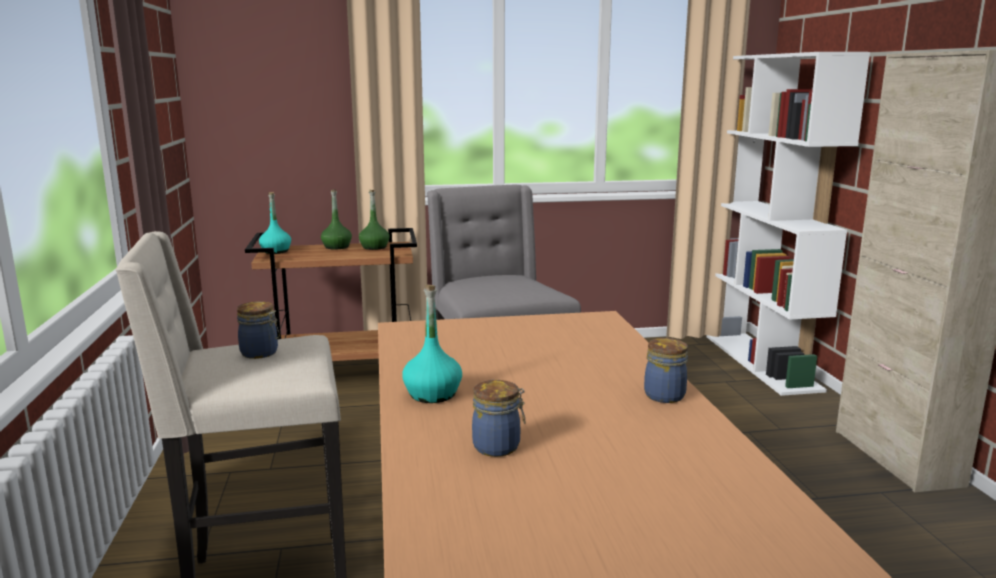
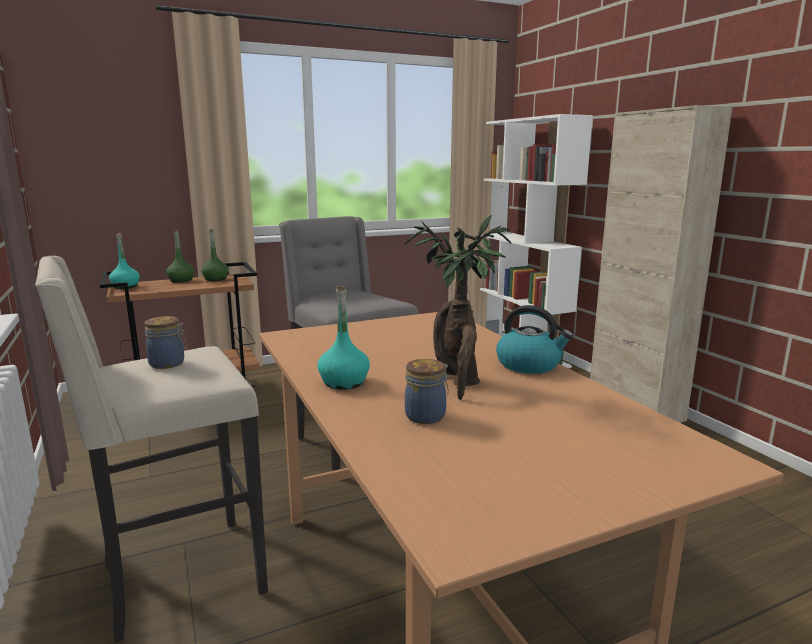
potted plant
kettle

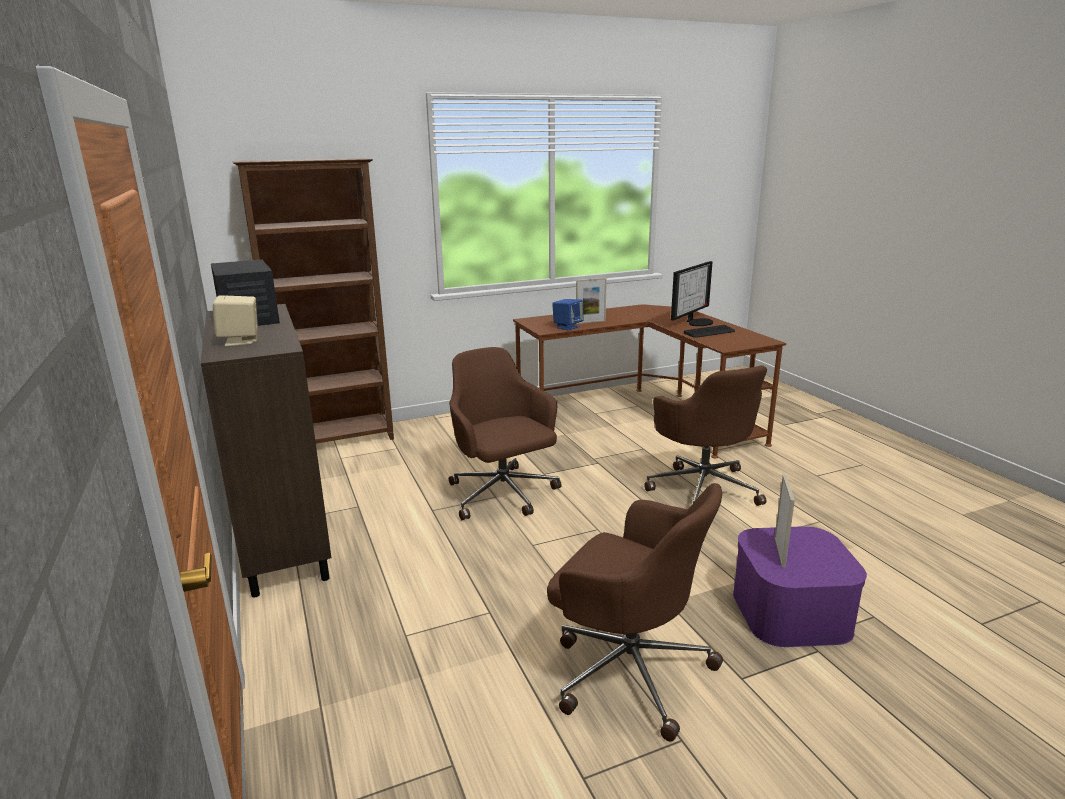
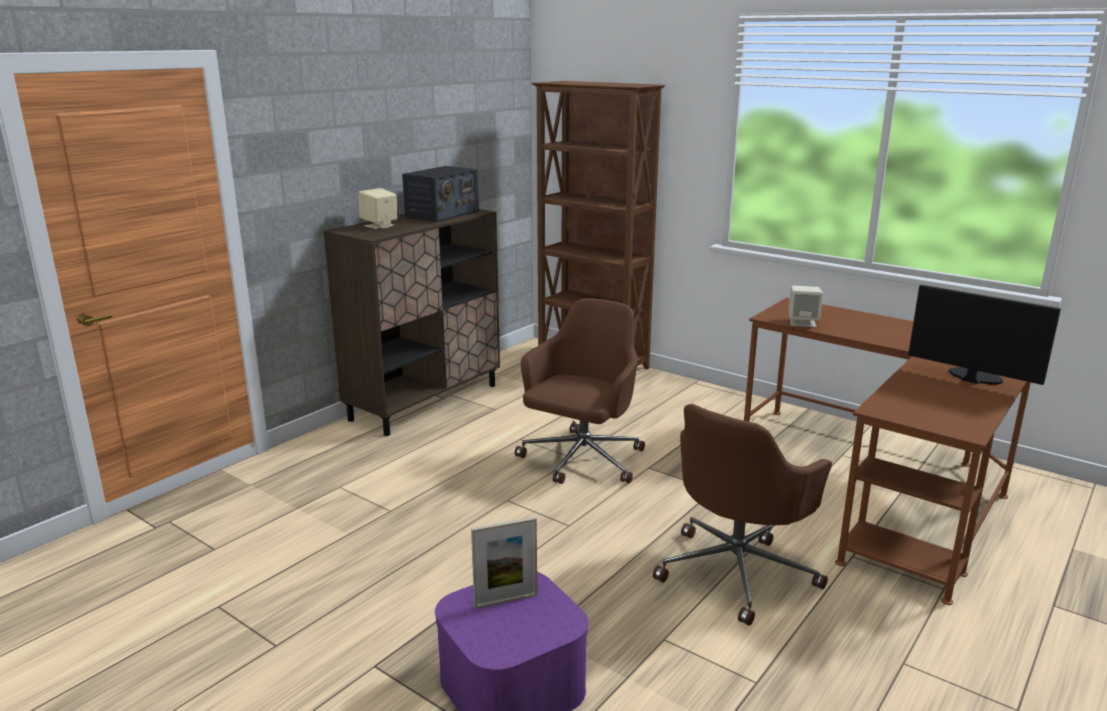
brown office chair (2nd from left in the first image)
picture frame (1st from left in the first image)
keyboard
beige speaker (2nd from left)
monitor

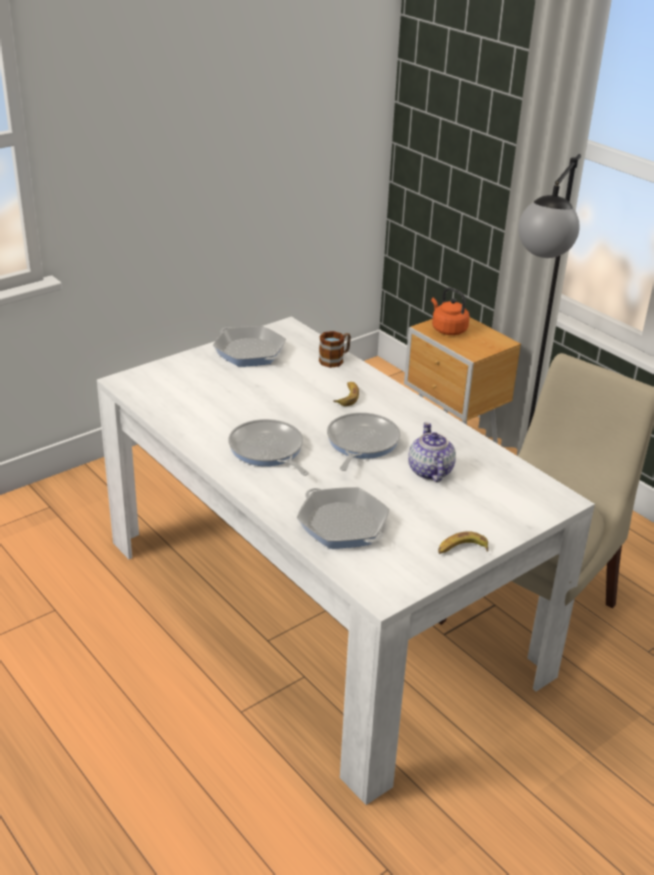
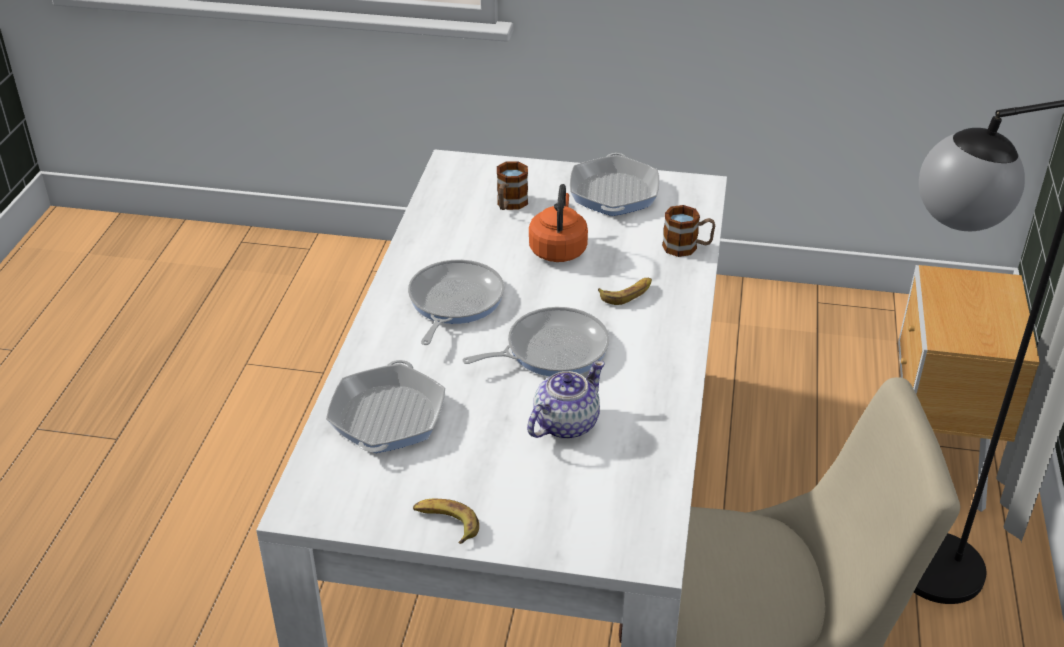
mug (1st from left)
orange kettle

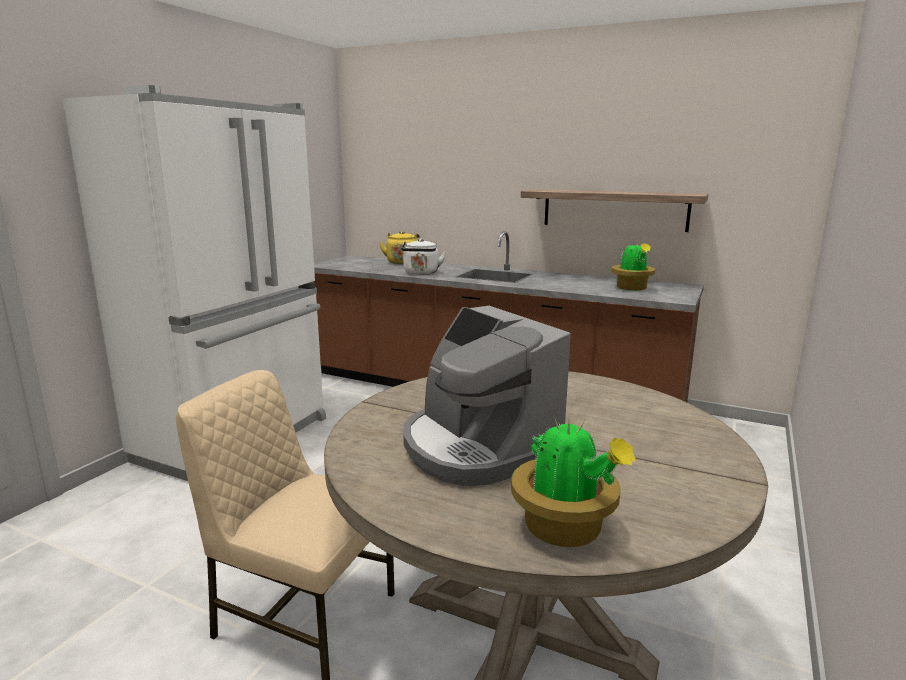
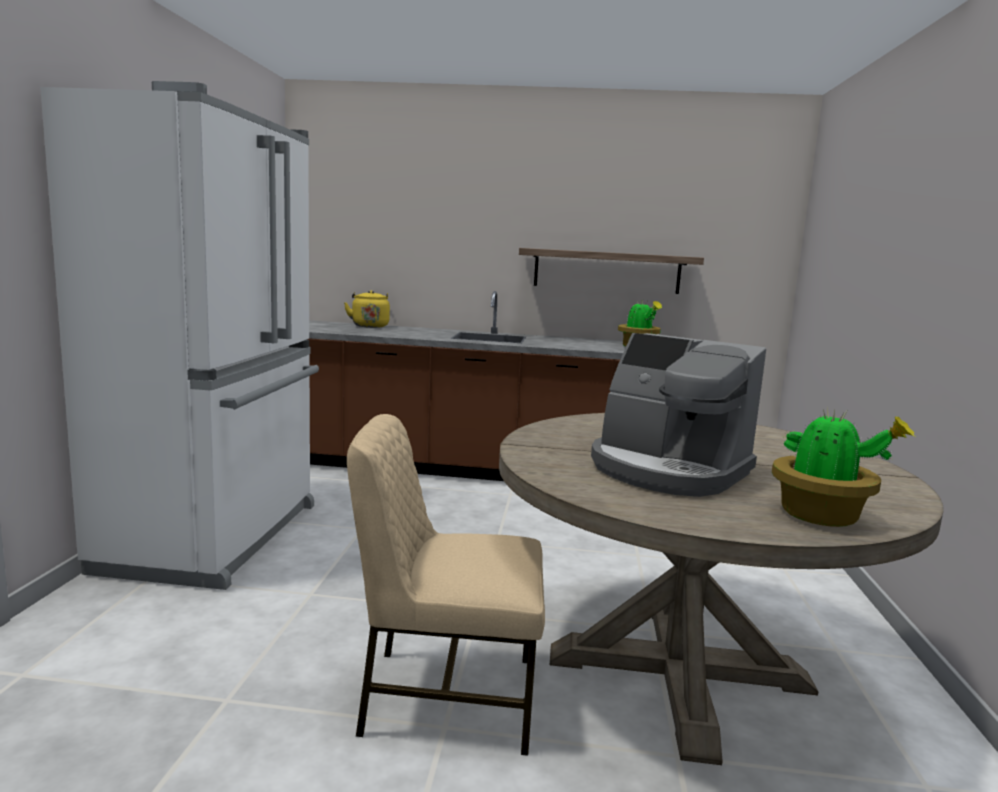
white kettle

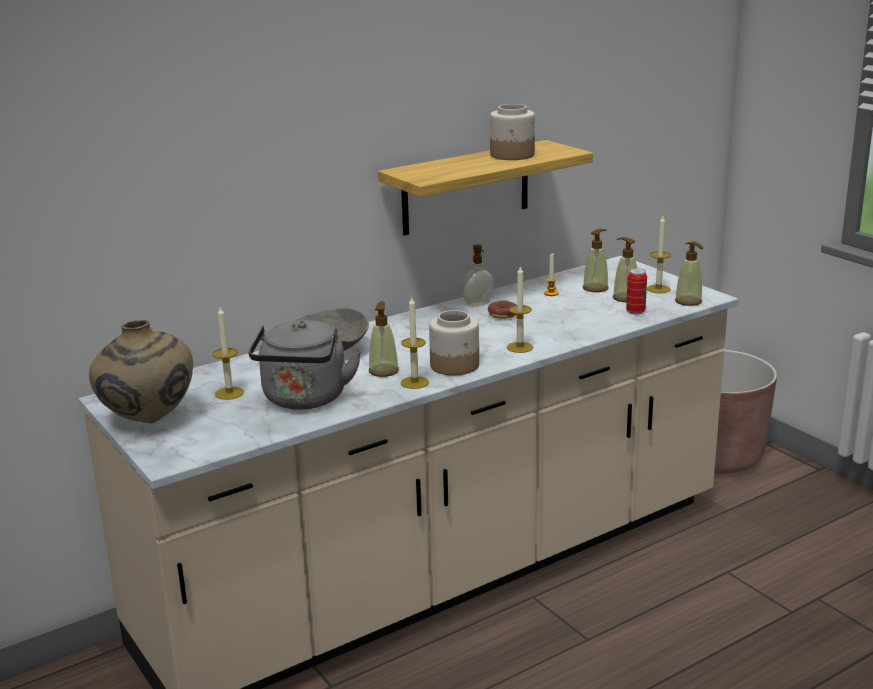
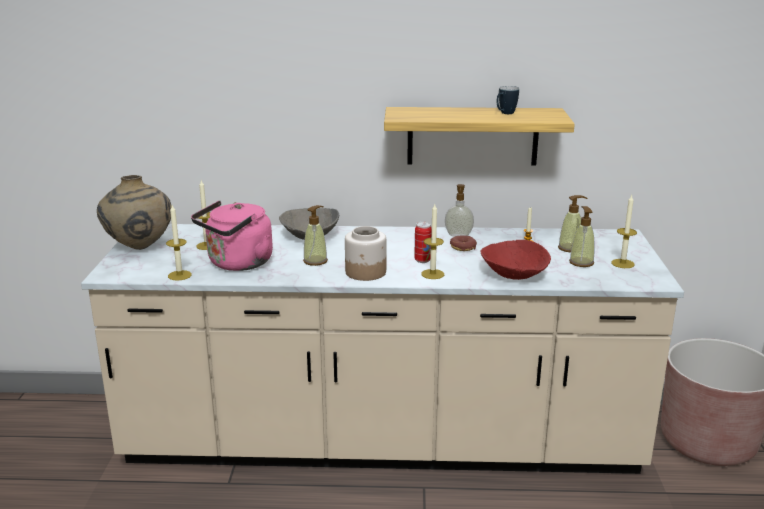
soap dispenser (5th from left in the first image)
red bowl
candle (1st from left)
can
mug
pink kettle

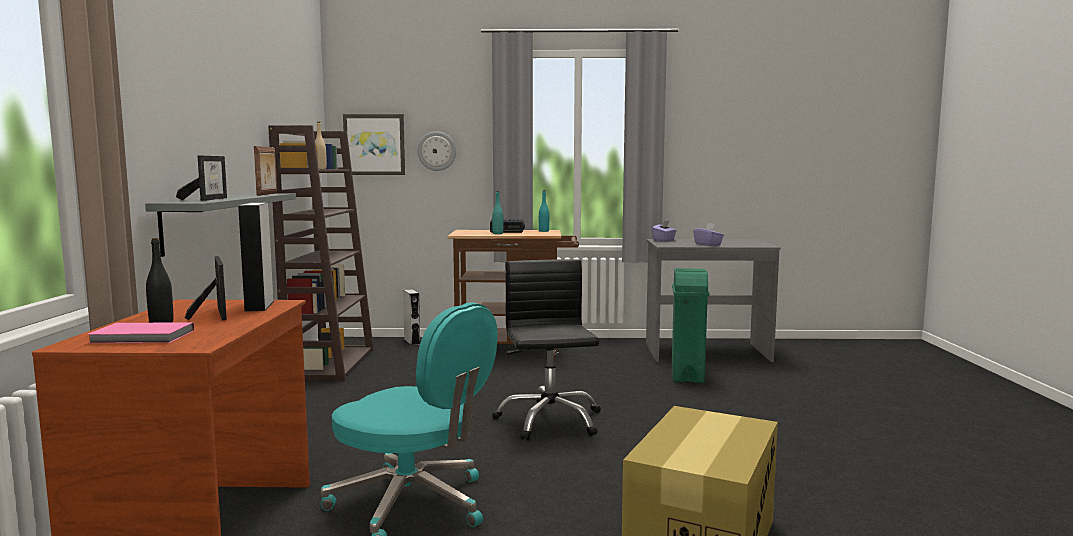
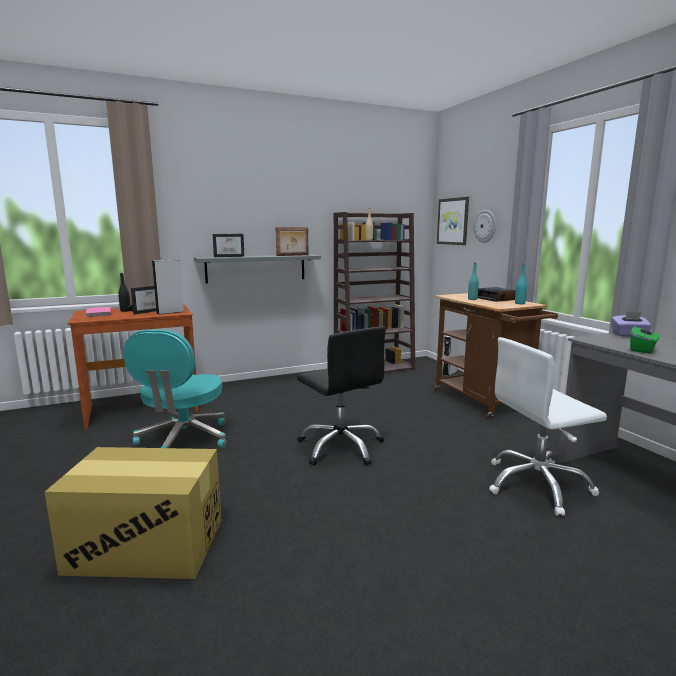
white office chair
green tissue box
black office chair

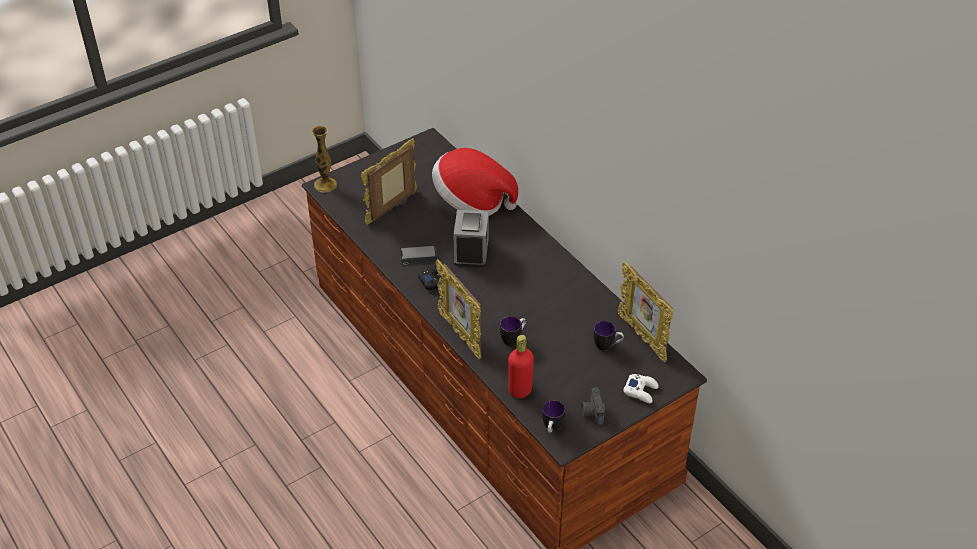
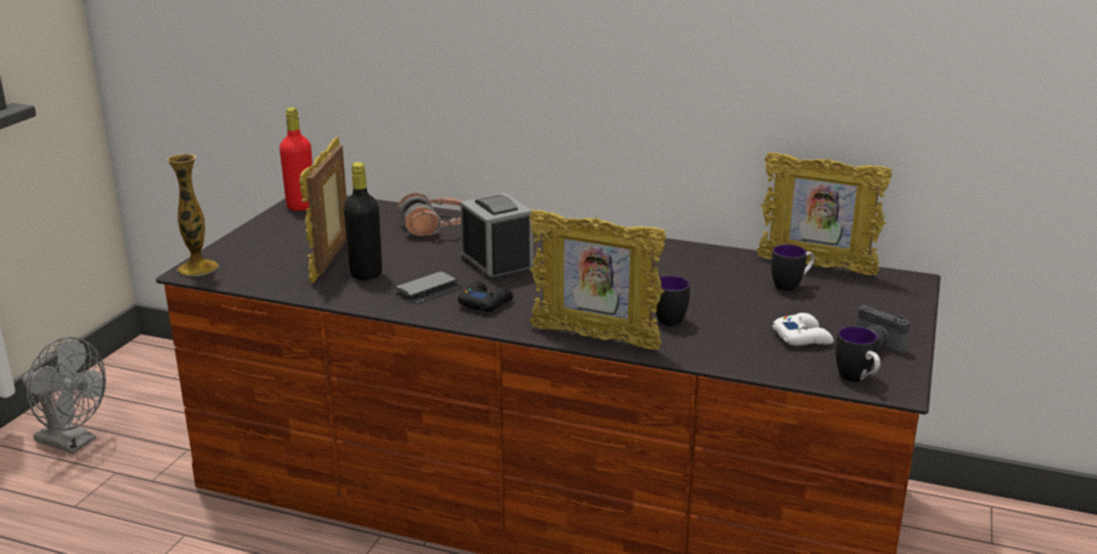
grey fan
black bottle
red bottle
white game controller
headphones

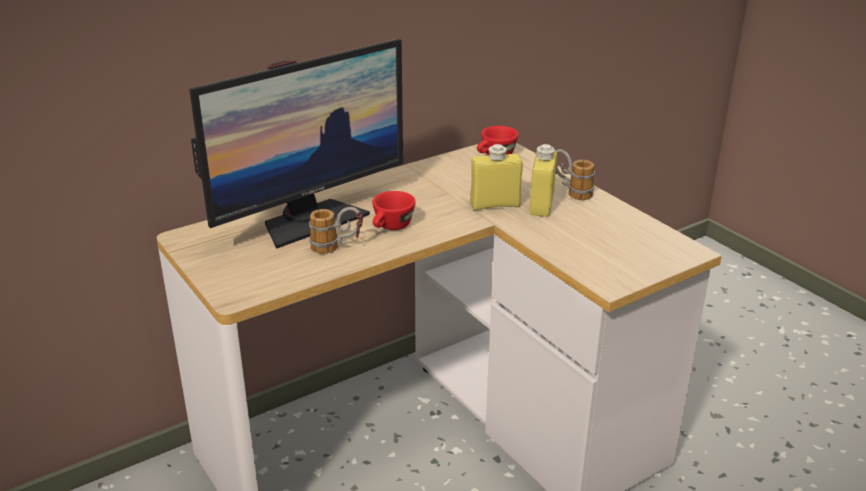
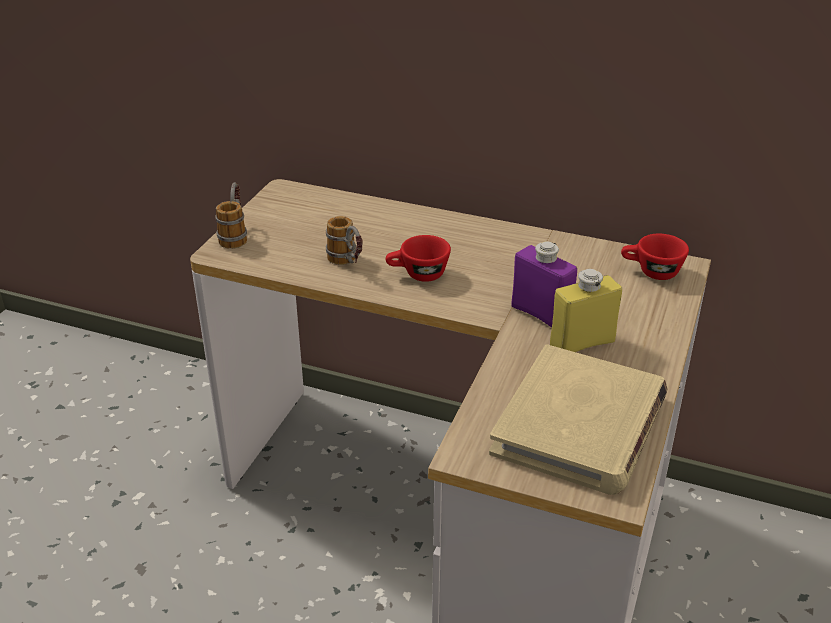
monitor
beige book
mug (1st from left)
purple bottle

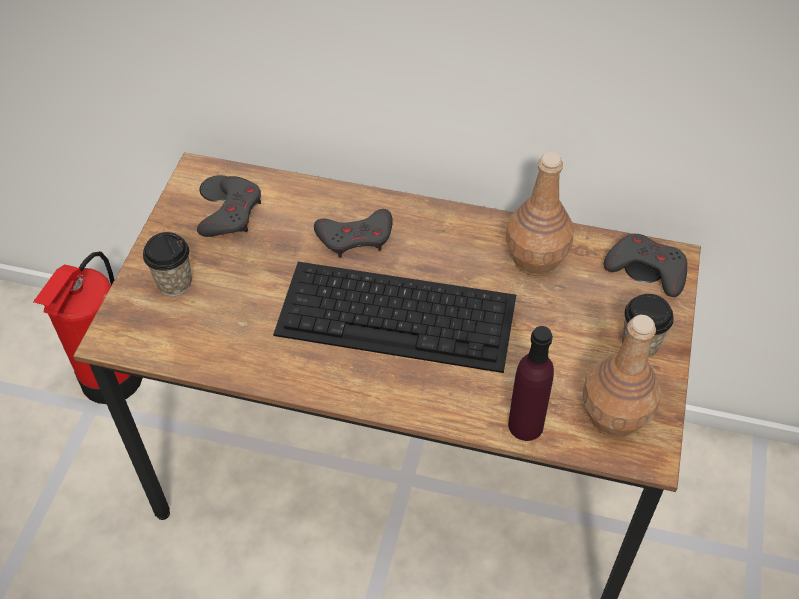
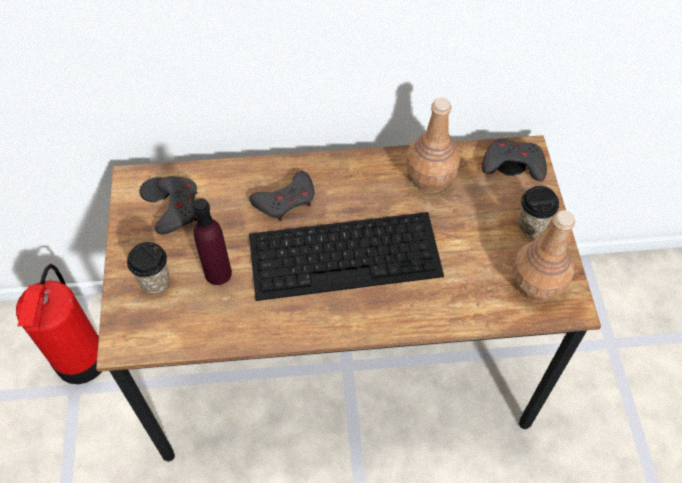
purple bottle

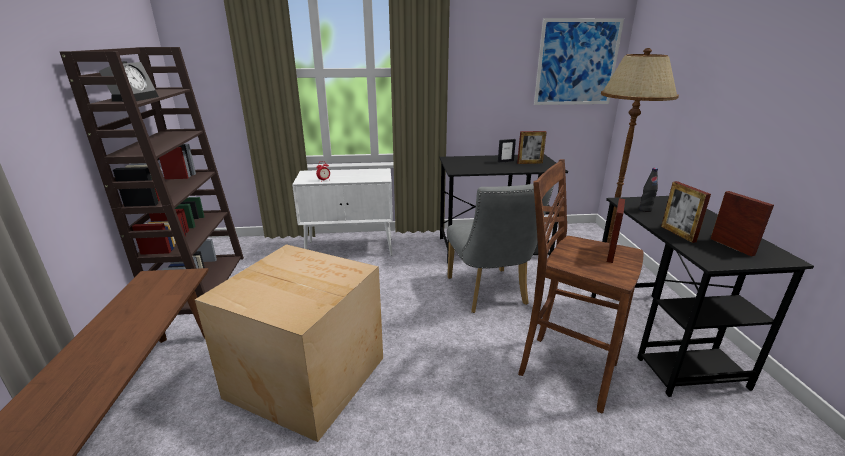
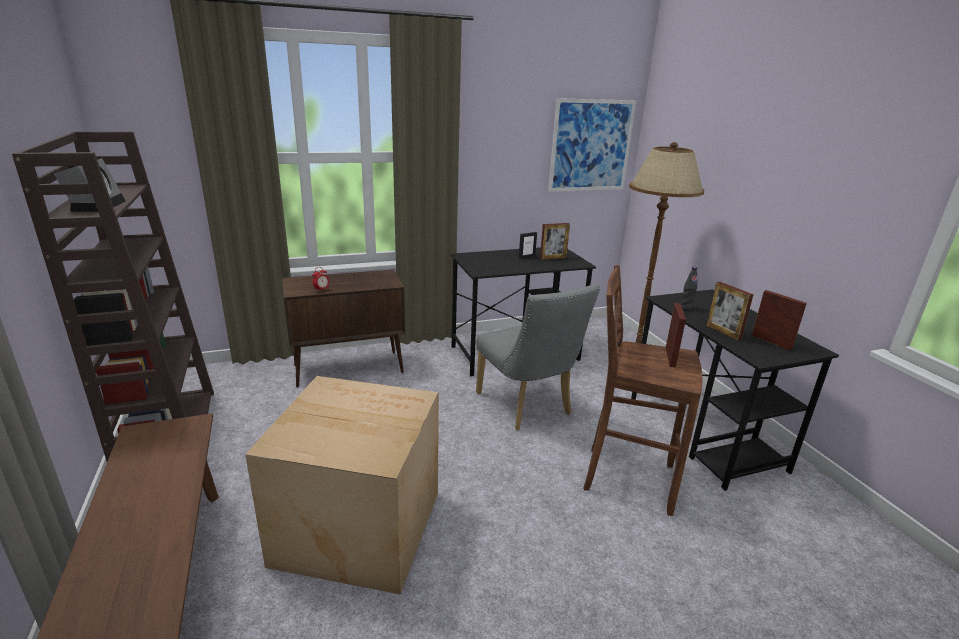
brown cabinet

